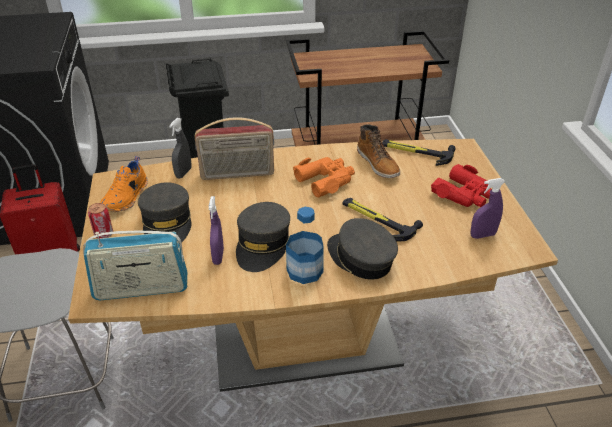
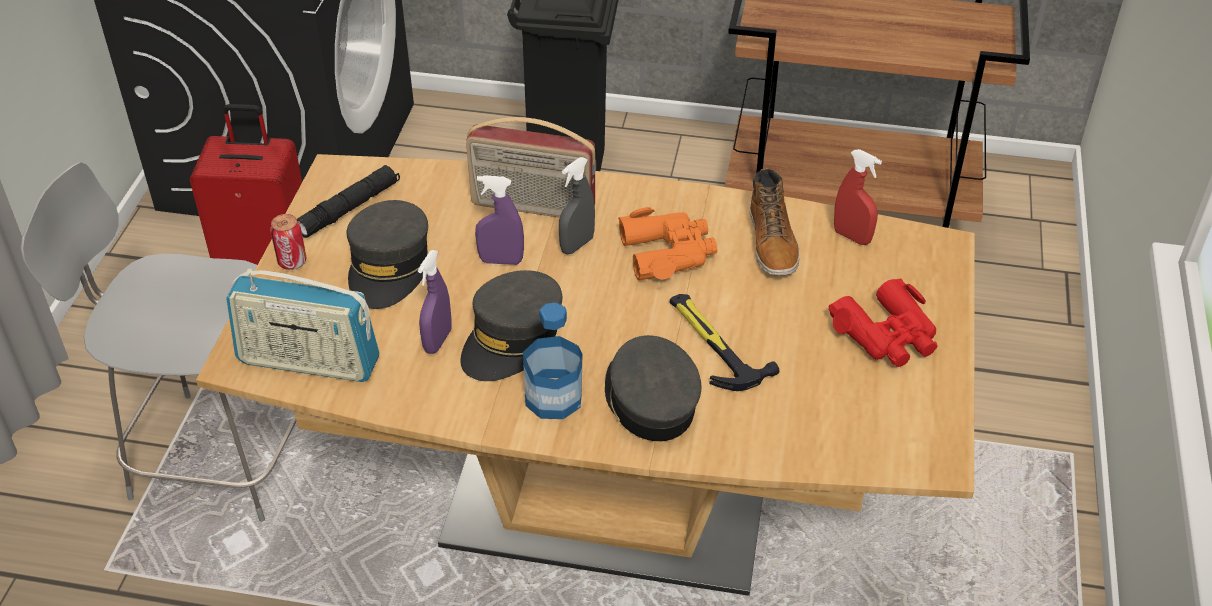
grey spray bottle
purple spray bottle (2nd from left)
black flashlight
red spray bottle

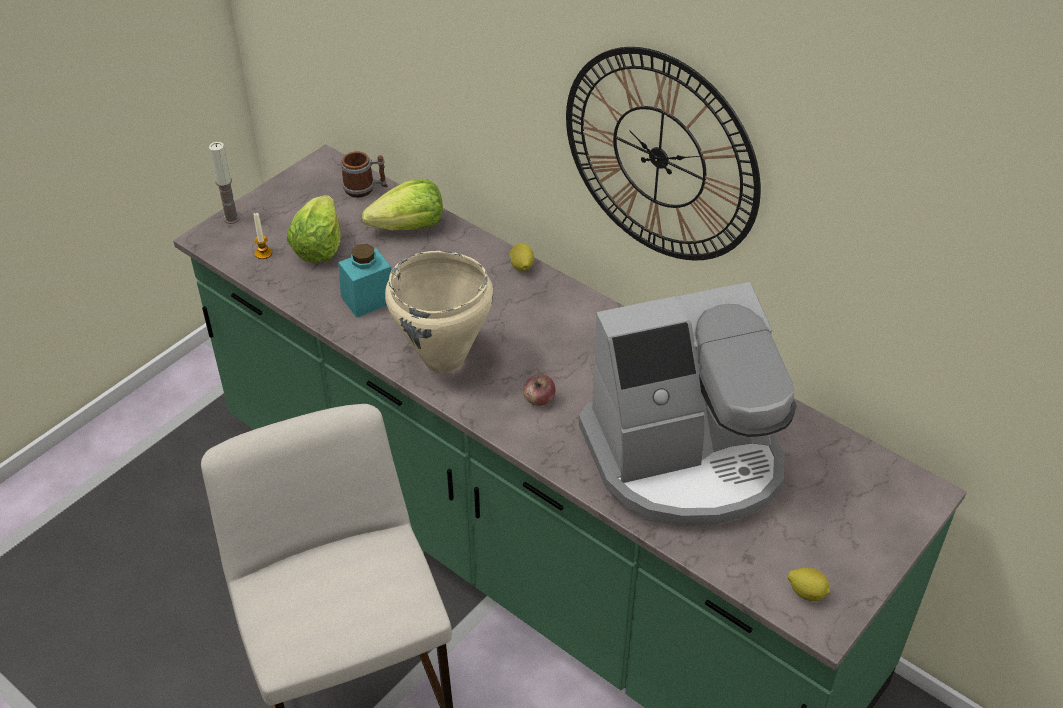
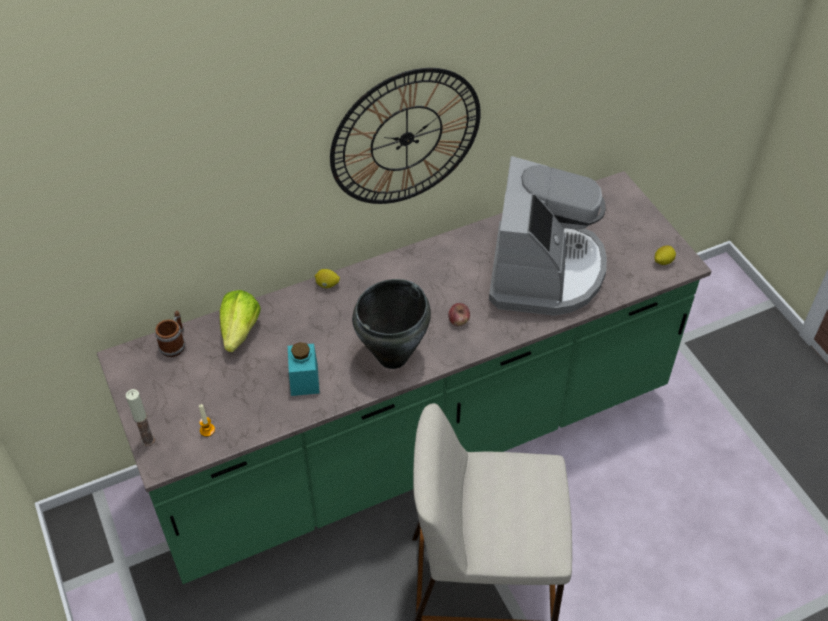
lettuce (1st from left in the first image)
black cooking pot

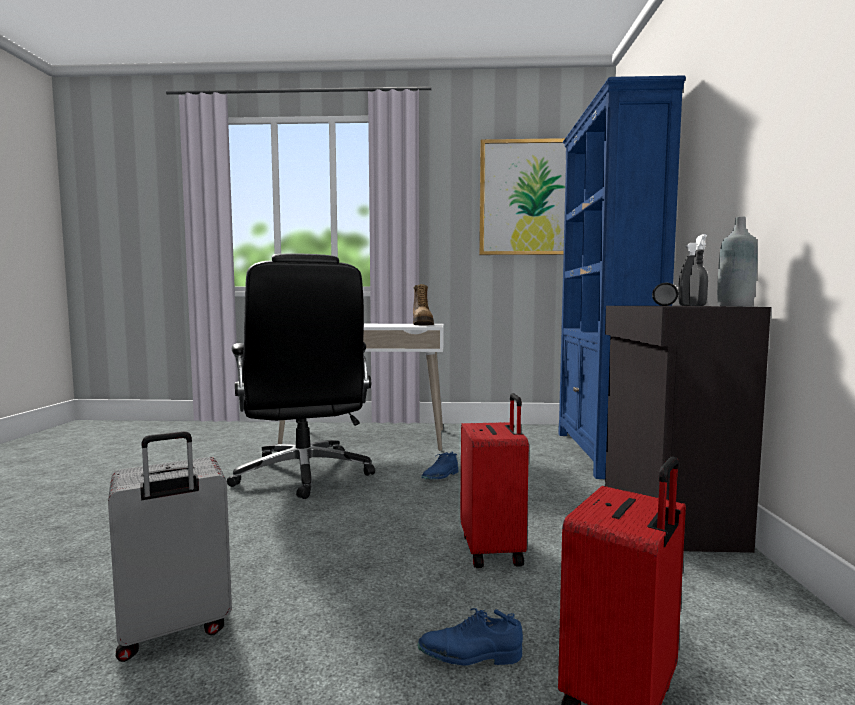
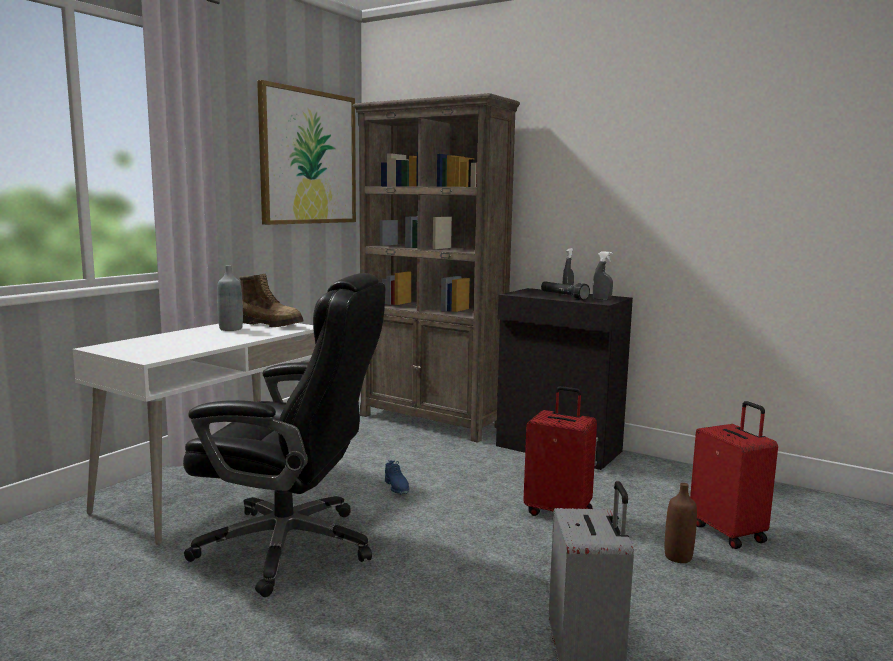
grey bottle
brown bottle
brown bookcase

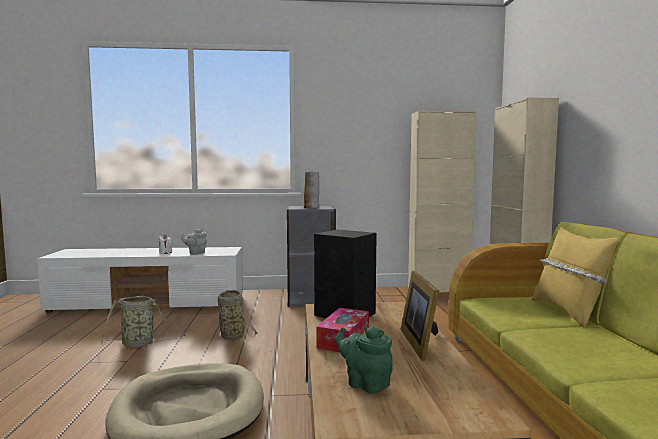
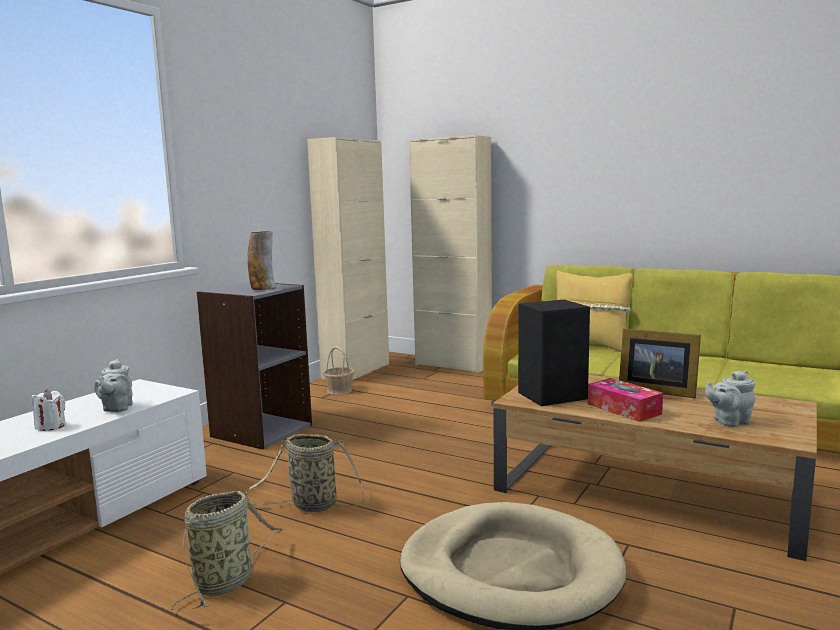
basket (3rd from left)
grey teapot (2nd from left)

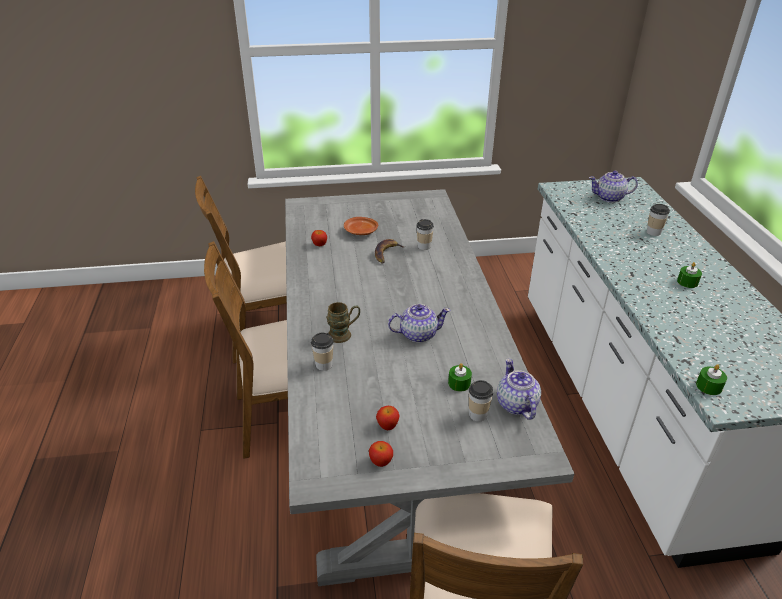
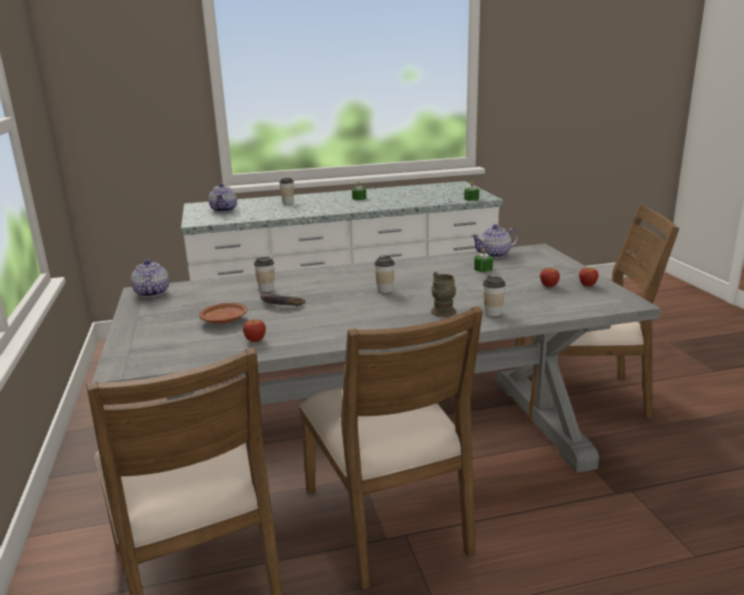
teapot (1st from left)
cup (3rd from left)

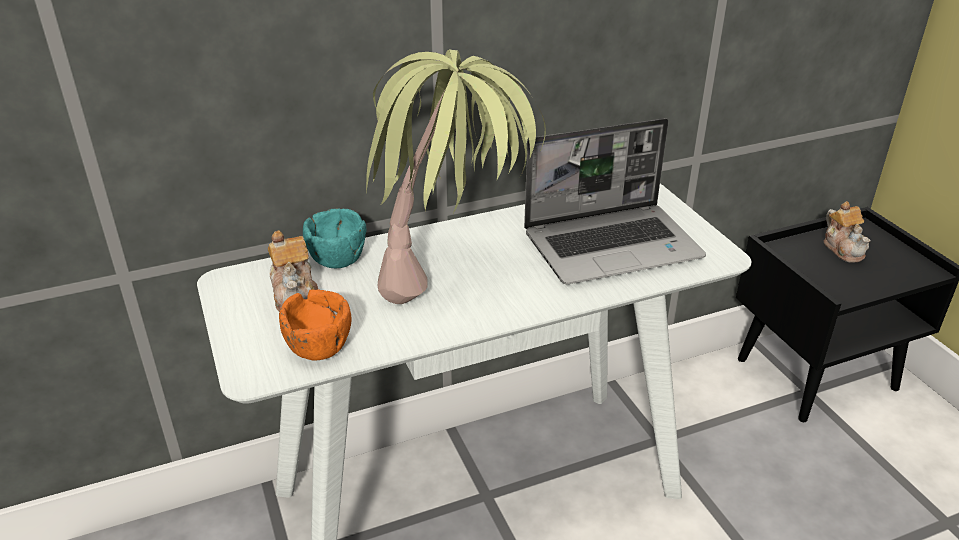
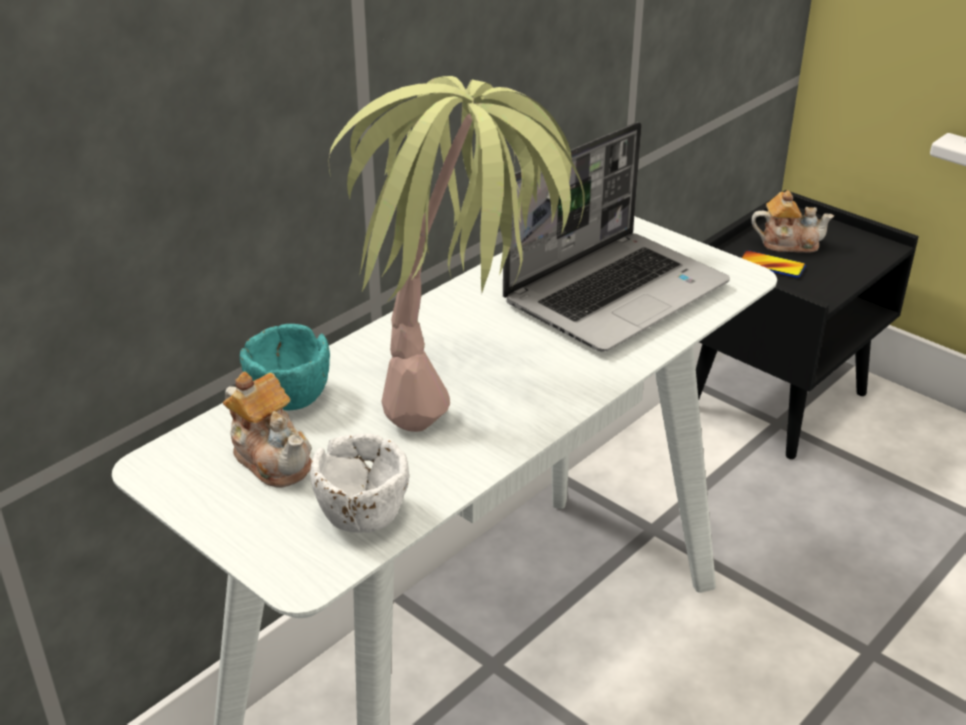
phone
white bowl
teapot (2nd from left)

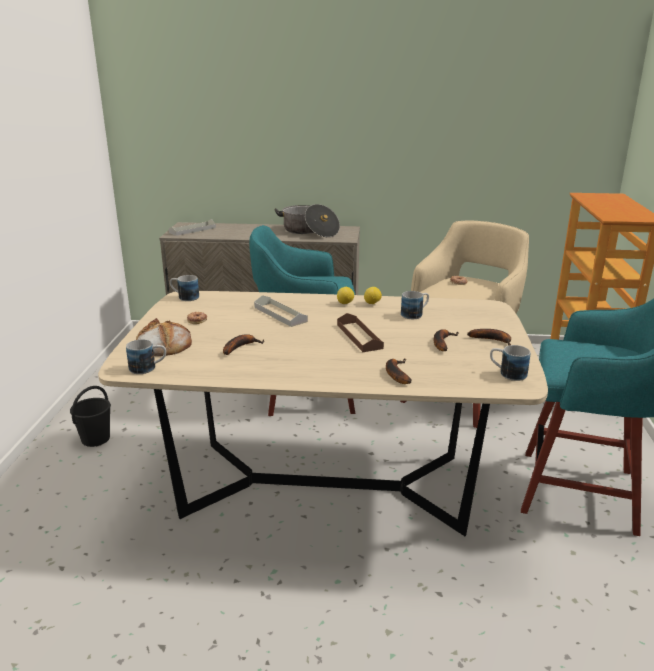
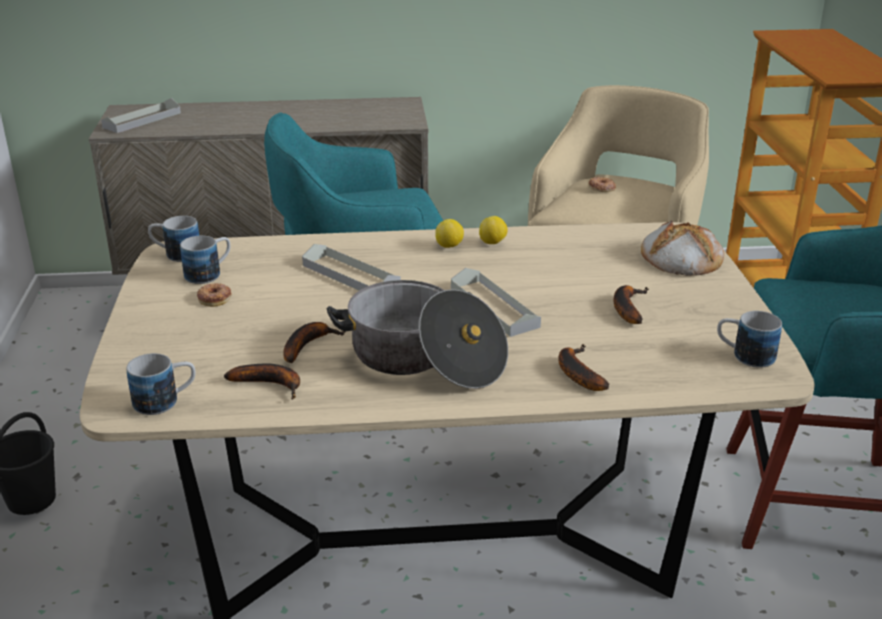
bread
cooking pot
mug (3rd from left)
banana (1st from left)
grey tray (3rd from left)

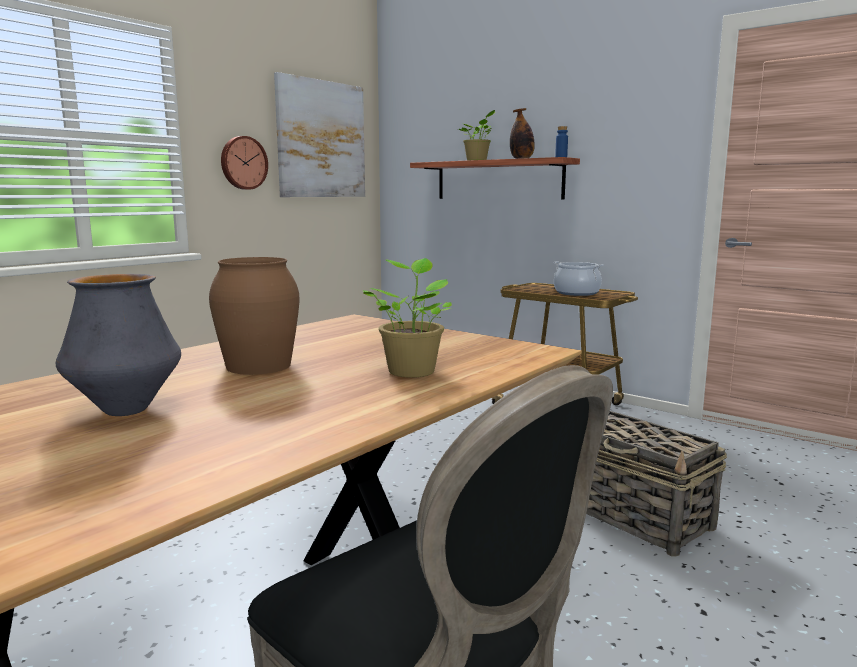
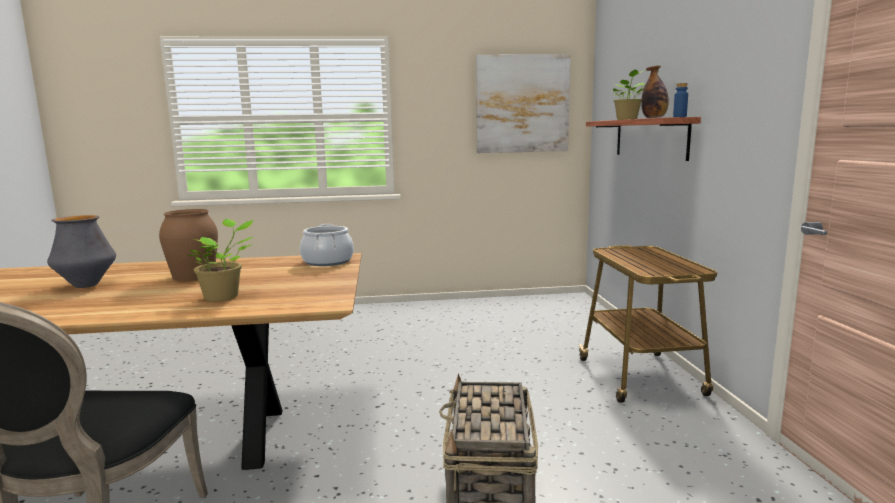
wall clock
cooking pot

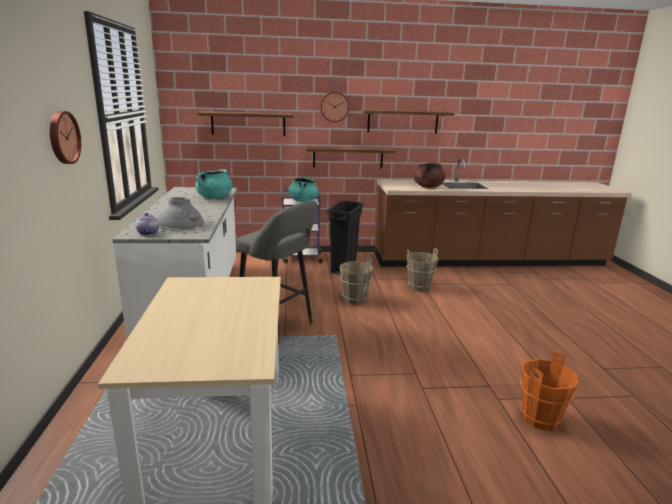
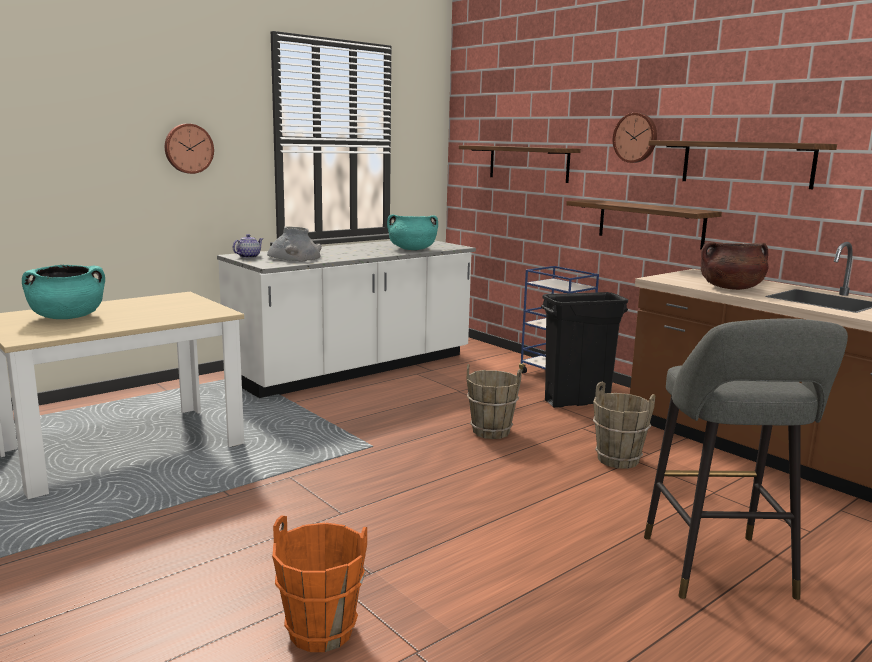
grey stool
turquoise cooking pot (1st from left)

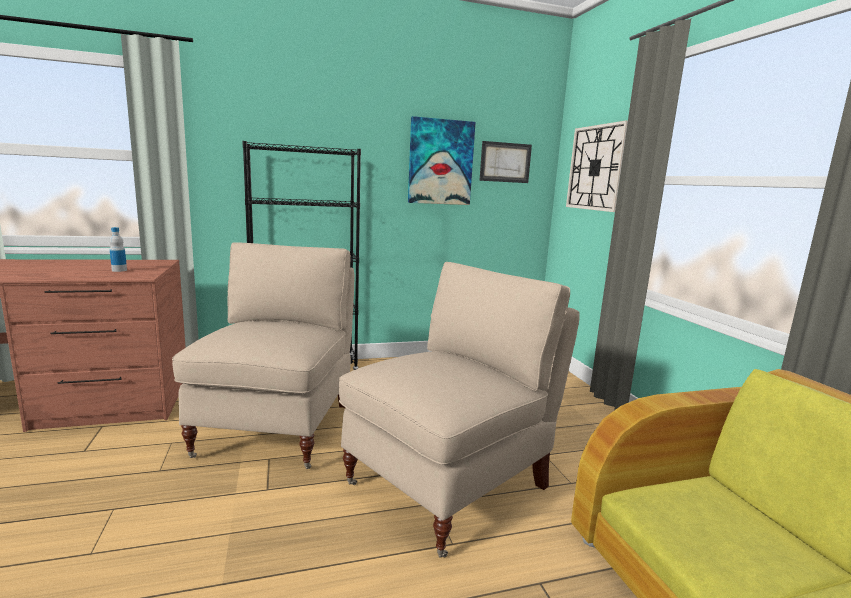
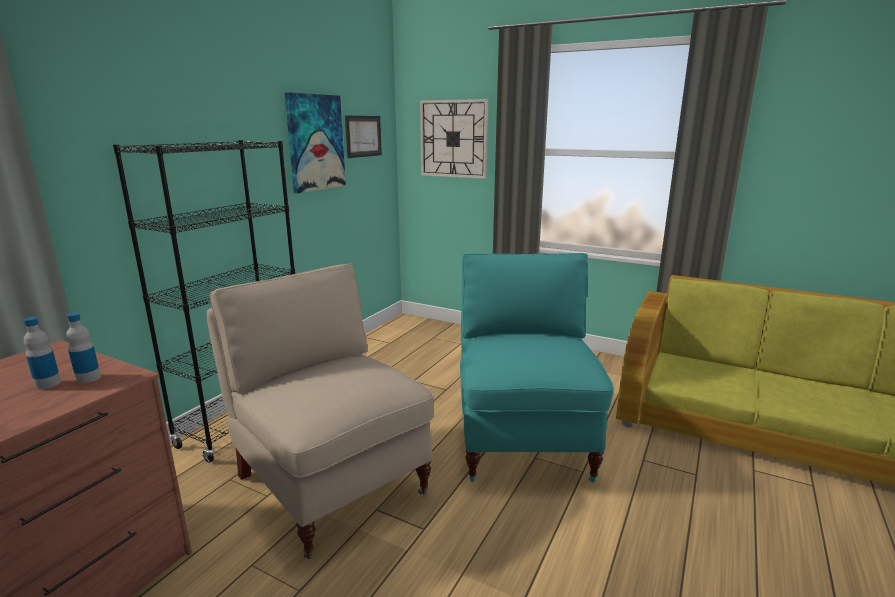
bottle (2nd from left)
turquoise chair

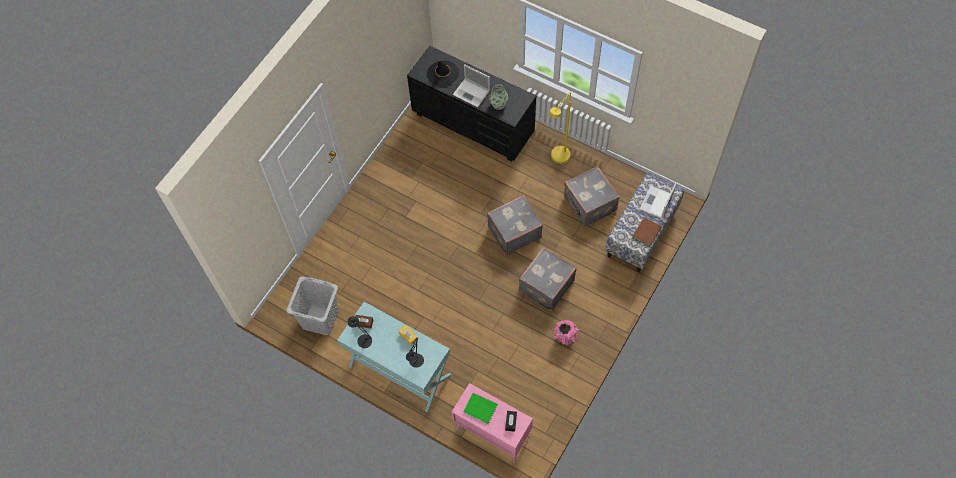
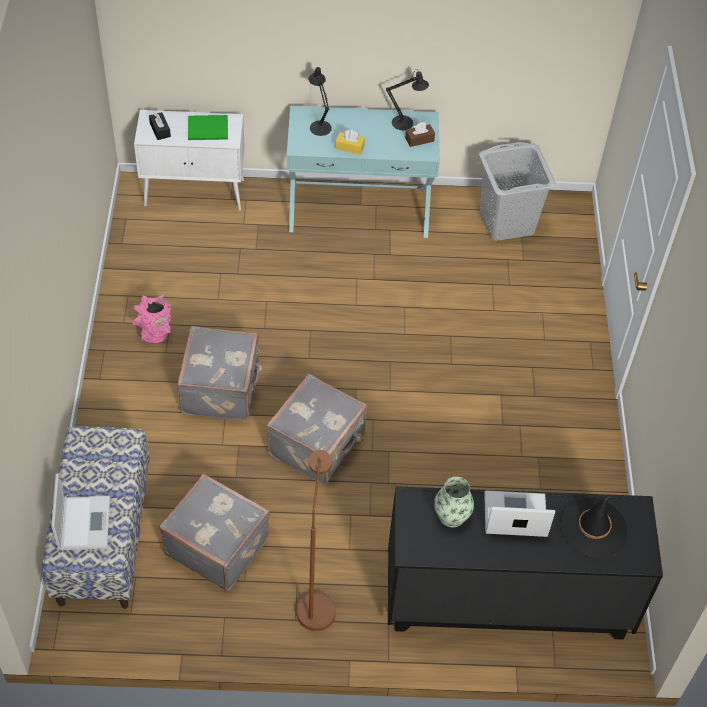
brown book
white cabinet
brown floor lamp

